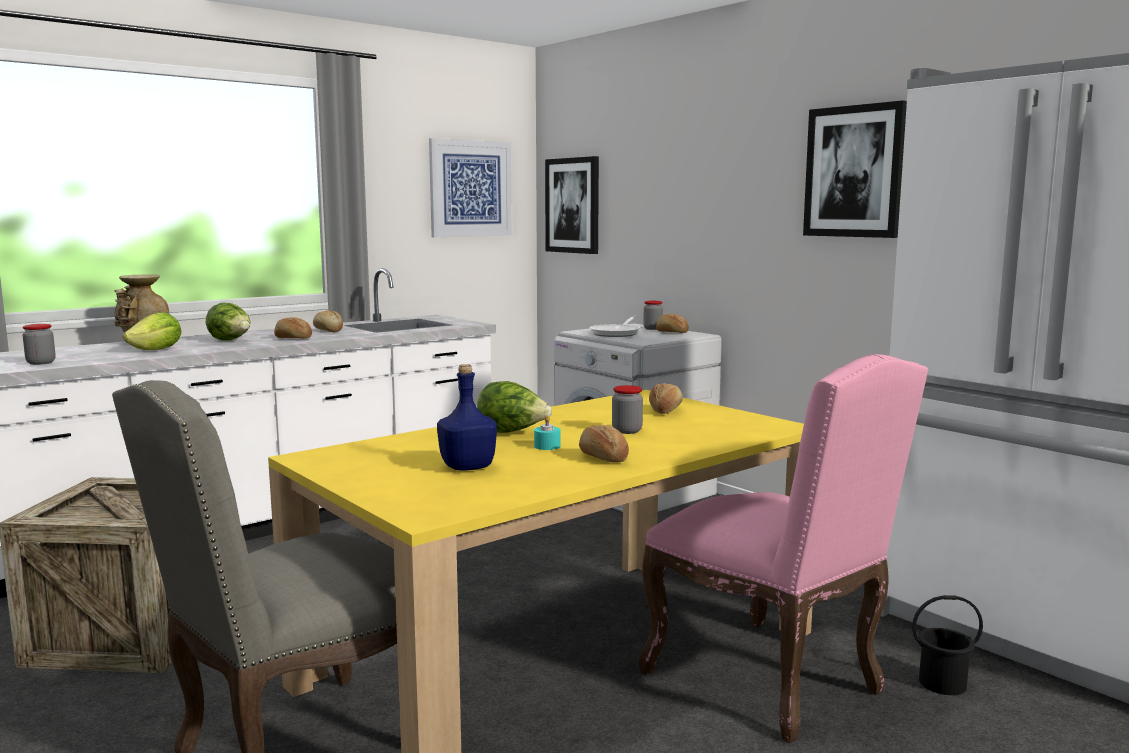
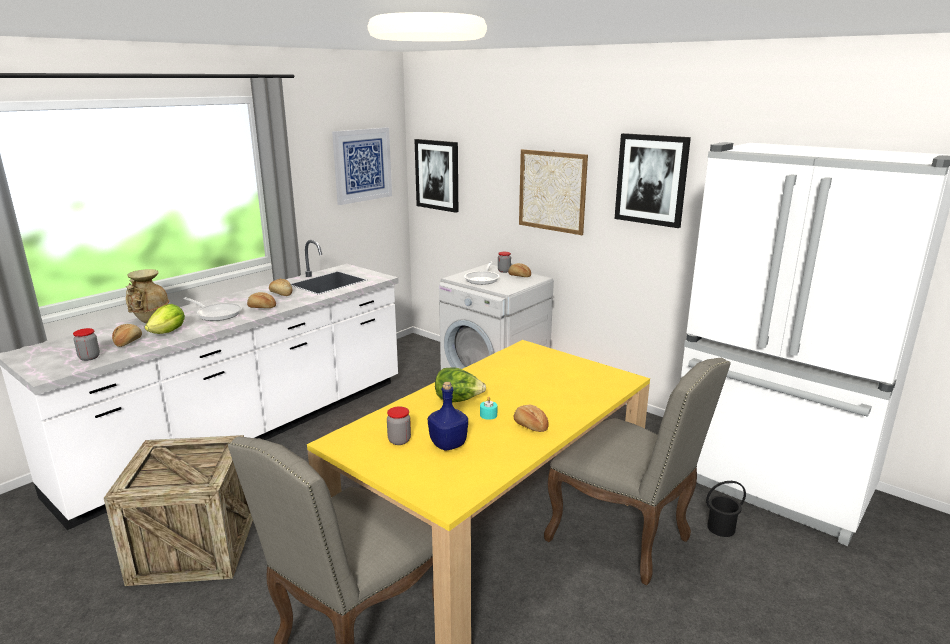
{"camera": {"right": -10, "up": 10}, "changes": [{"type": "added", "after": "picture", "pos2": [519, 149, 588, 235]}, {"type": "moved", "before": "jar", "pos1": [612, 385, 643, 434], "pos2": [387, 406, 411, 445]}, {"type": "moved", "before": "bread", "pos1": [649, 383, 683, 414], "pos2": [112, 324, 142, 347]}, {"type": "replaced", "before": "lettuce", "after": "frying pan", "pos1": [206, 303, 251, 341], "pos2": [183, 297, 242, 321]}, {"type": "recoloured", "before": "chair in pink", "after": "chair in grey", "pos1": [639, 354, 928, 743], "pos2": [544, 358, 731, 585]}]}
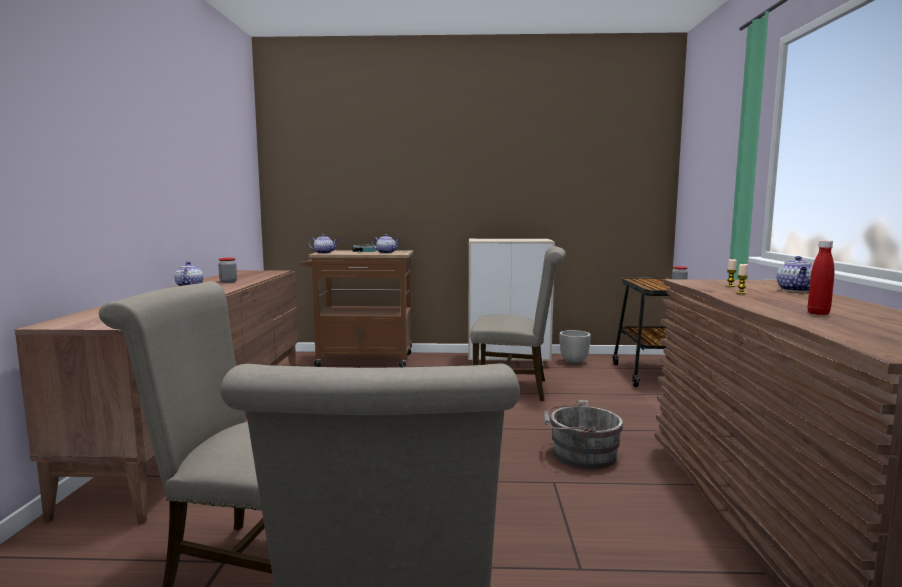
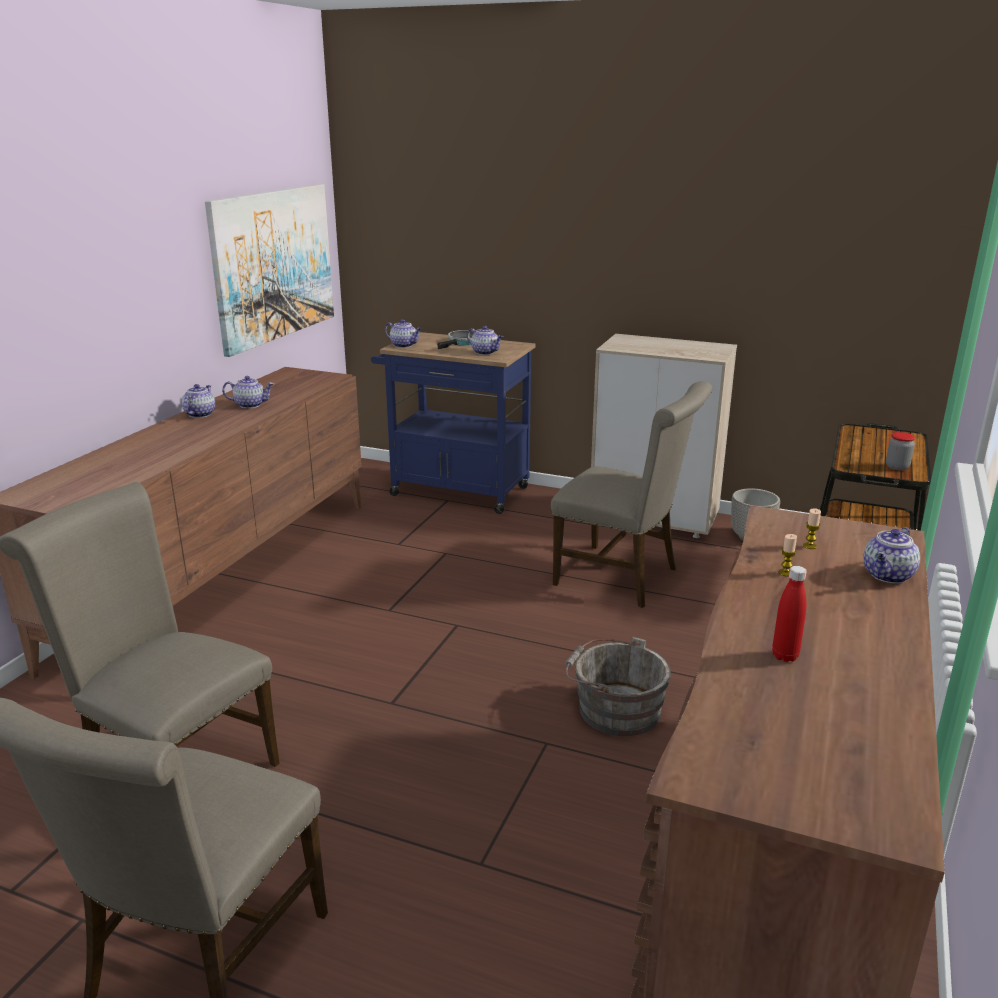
{"camera": {"right": 20, "up": 15}, "changes": [{"type": "added", "after": "picture", "pos2": [205, 184, 334, 357]}, {"type": "replaced", "before": "jar", "after": "teapot", "pos1": [218, 258, 237, 283], "pos2": [222, 376, 274, 408]}, {"type": "recoloured", "before": "cart in brown", "after": "cart in blue", "pos1": [300, 250, 414, 367], "pos2": [371, 332, 536, 514]}]}
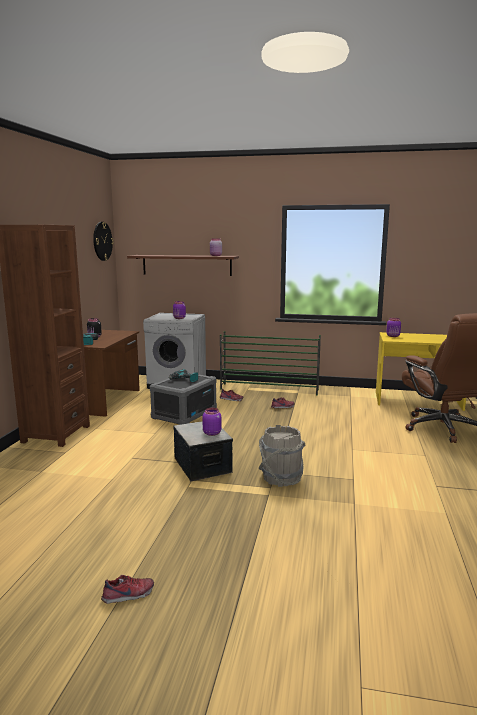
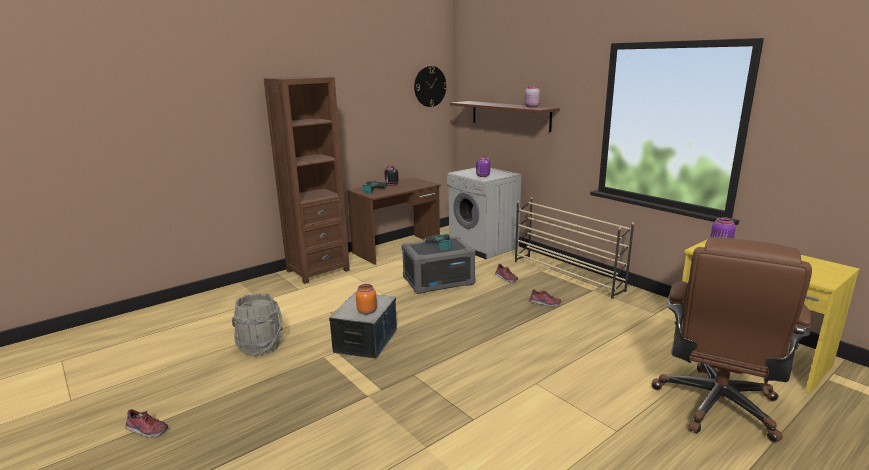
{"camera": {"right": 40, "up": 5}, "changes": [{"type": "moved", "before": "bucket in grey", "pos1": [259, 425, 305, 487], "pos2": [232, 293, 283, 356]}, {"type": "recoloured", "before": "jar in purple", "after": "jar in orange", "pos1": [202, 408, 221, 436], "pos2": [356, 284, 377, 315]}, {"type": "recoloured", "before": "shoe rack in green", "after": "shoe rack in beige", "pos1": [220, 331, 321, 395], "pos2": [515, 197, 634, 300]}]}
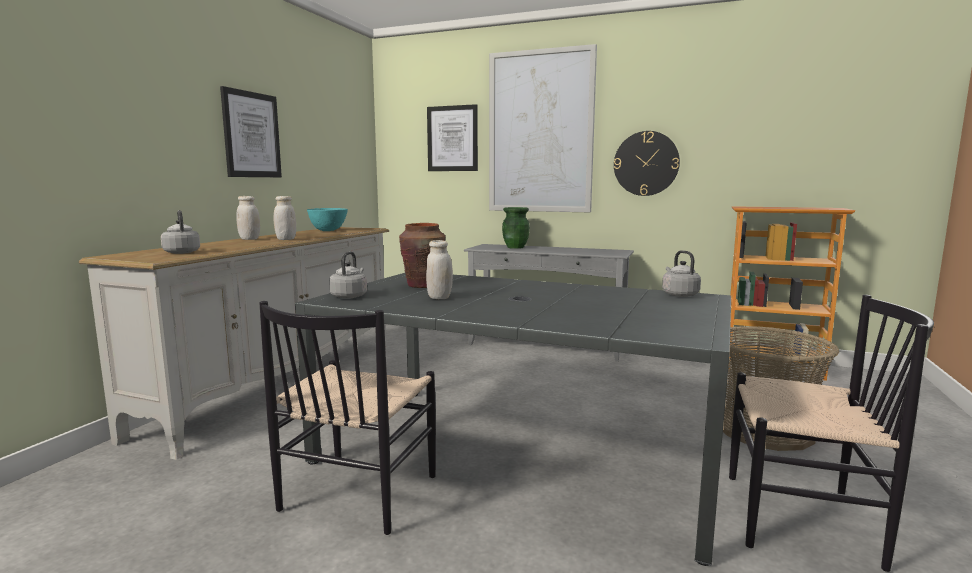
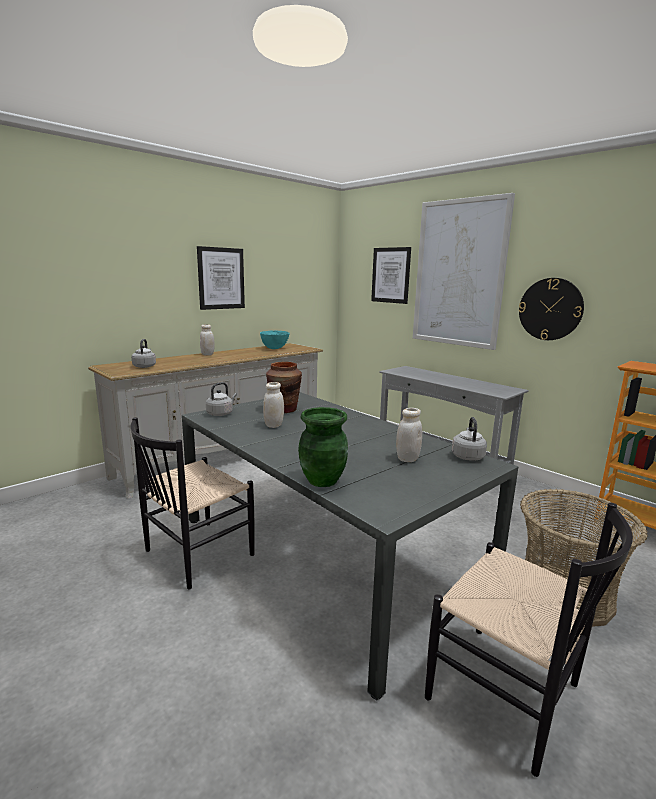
{"camera": {"right": 25, "up": 5}, "changes": [{"type": "moved", "before": "jar in white", "pos1": [274, 196, 296, 240], "pos2": [396, 408, 422, 462]}, {"type": "moved", "before": "vase in green", "pos1": [502, 207, 530, 249], "pos2": [298, 407, 348, 487]}]}
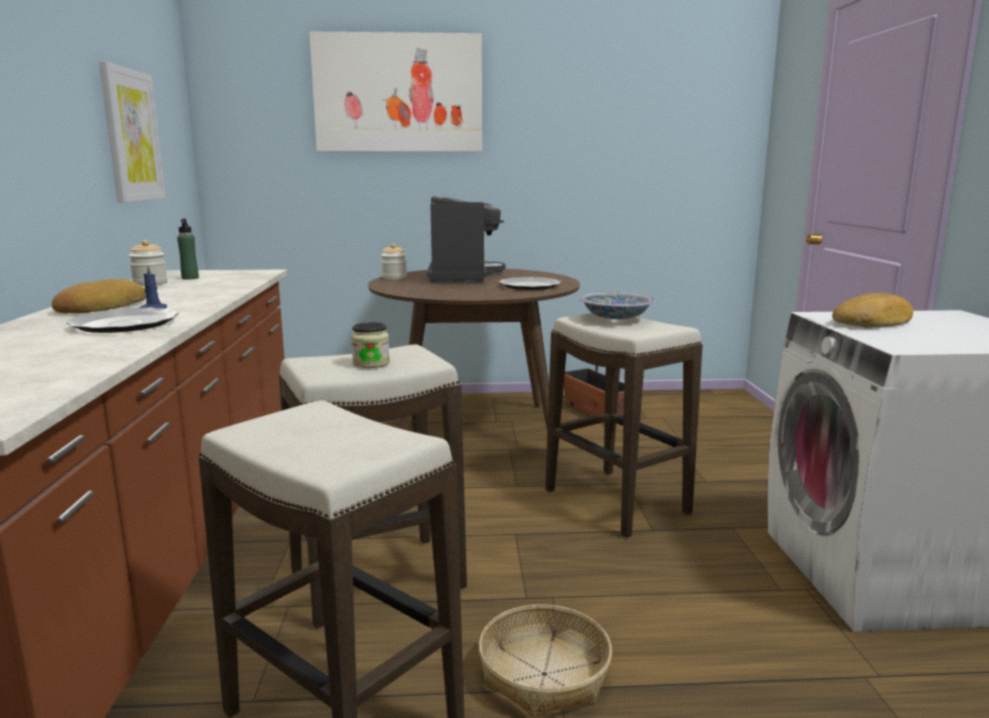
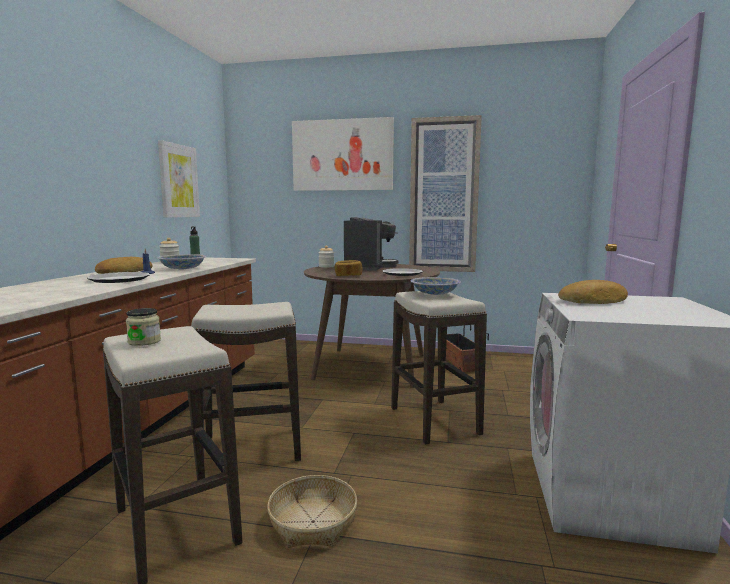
{"camera": {"right": 15, "up": -5}, "changes": [{"type": "added", "after": "bowl", "pos2": [157, 254, 207, 270]}, {"type": "added", "after": "bread", "pos2": [335, 260, 363, 276]}, {"type": "added", "after": "picture", "pos2": [409, 115, 482, 272]}, {"type": "moved", "before": "jar", "pos1": [351, 322, 390, 368], "pos2": [126, 308, 161, 346]}]}
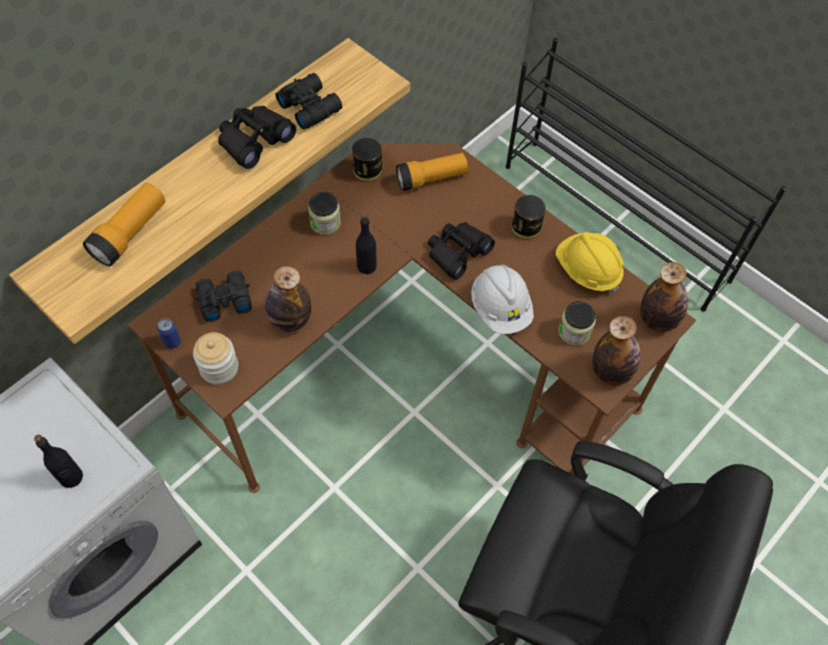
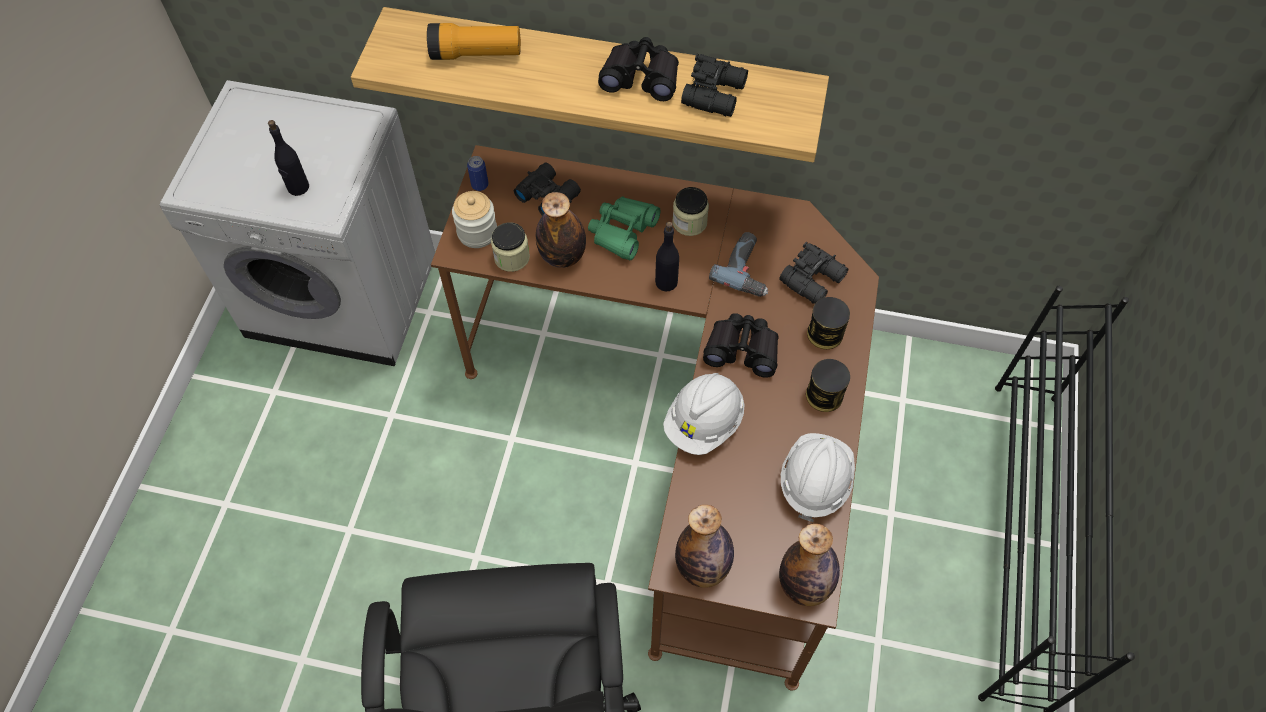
{"camera": {"right": 60, "up": 0}, "changes": [{"type": "added", "after": "binoculars in green", "pos2": [588, 196, 661, 260]}, {"type": "added", "after": "power drill", "pos2": [709, 232, 769, 297]}, {"type": "moved", "before": "can", "pos1": [352, 138, 382, 182], "pos2": [807, 297, 850, 349]}, {"type": "moved", "before": "jar", "pos1": [558, 301, 596, 345], "pos2": [491, 222, 530, 272]}, {"type": "replaced", "before": "flashlight", "after": "binoculars in black", "pos1": [396, 153, 468, 191], "pos2": [779, 242, 848, 304]}, {"type": "recoloured", "before": "hard hat in yellow", "after": "hard hat in white", "pos1": [556, 232, 624, 294], "pos2": [781, 433, 855, 522]}]}
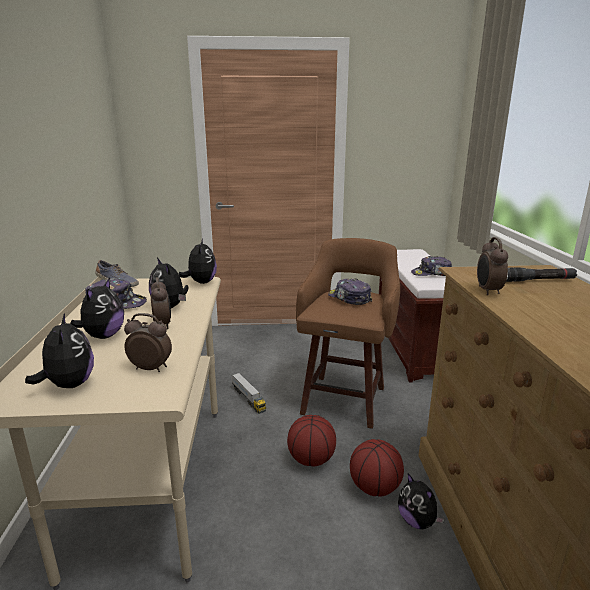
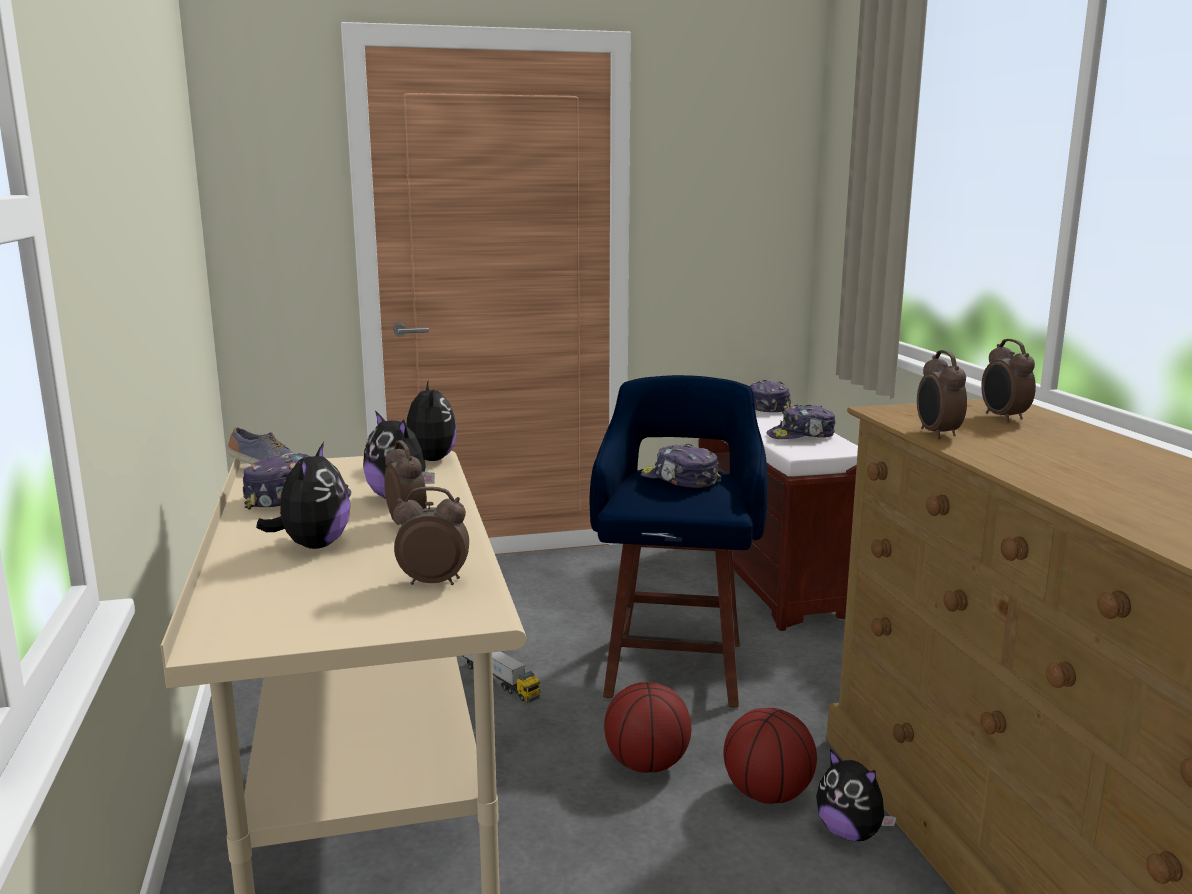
{"camera": {"right": -10, "up": -5}, "changes": [{"type": "removed", "before": "plush toy", "pos1": [25, 313, 94, 388]}, {"type": "added", "after": "cap", "pos2": [749, 380, 791, 412]}, {"type": "replaced", "before": "flashlight in black", "after": "alarm clock", "pos1": [506, 267, 577, 282], "pos2": [981, 339, 1036, 422]}, {"type": "recoloured", "before": "stool in brown", "after": "stool in blue", "pos1": [296, 238, 400, 429], "pos2": [589, 375, 768, 708]}]}
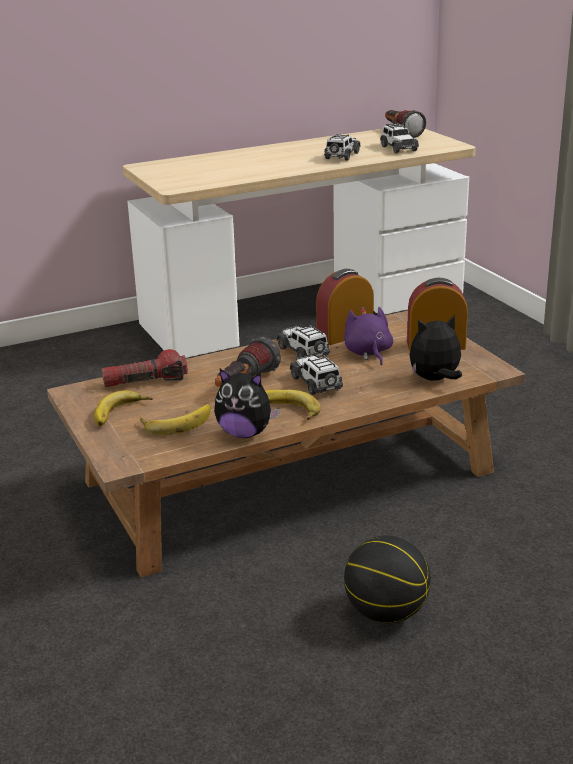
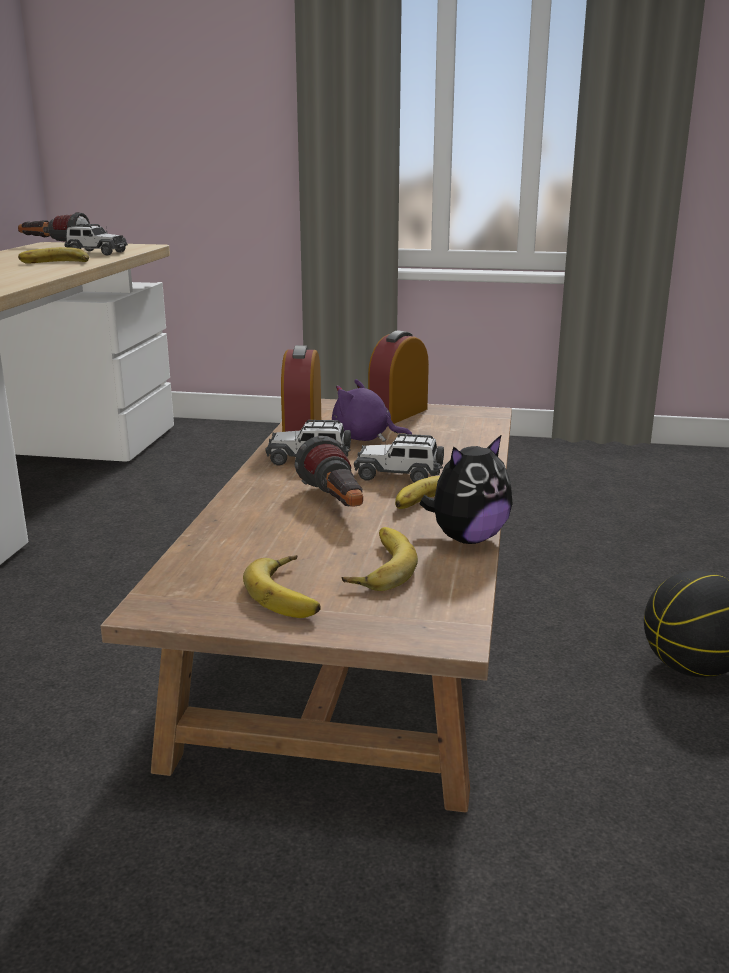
{"camera": {"right": -55, "up": -5}, "changes": [{"type": "removed", "before": "flashlight", "pos1": [102, 349, 188, 387]}, {"type": "removed", "before": "plush toy", "pos1": [410, 315, 462, 381]}, {"type": "replaced", "before": "toy car", "after": "banana", "pos1": [324, 134, 361, 161], "pos2": [18, 247, 89, 264]}]}
